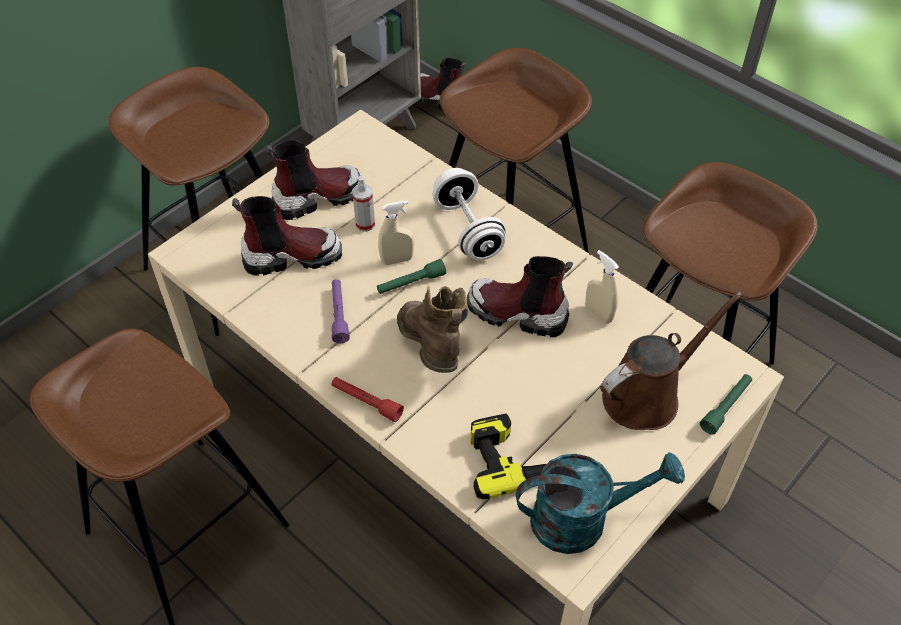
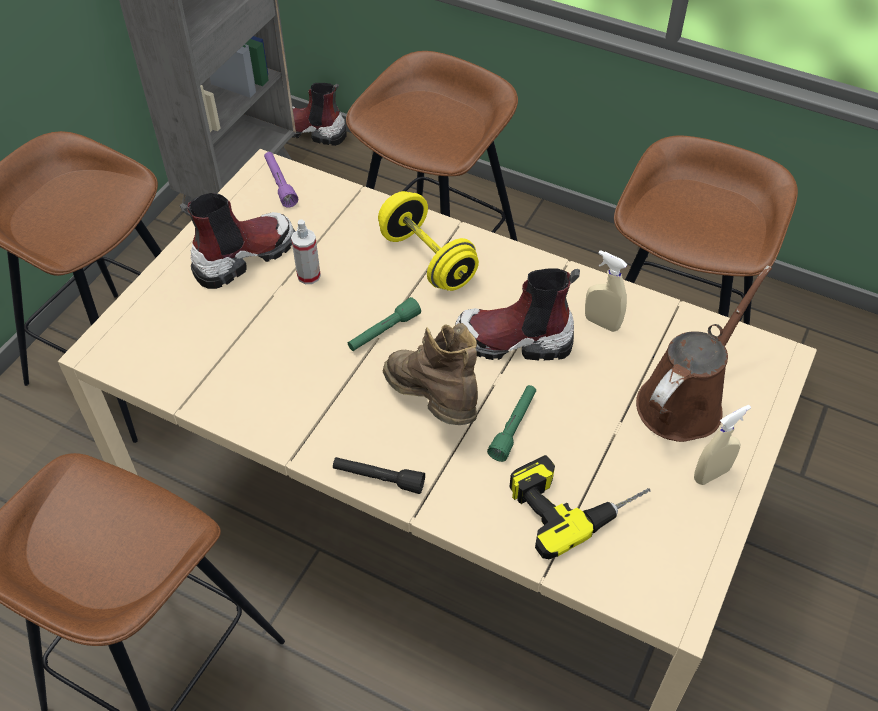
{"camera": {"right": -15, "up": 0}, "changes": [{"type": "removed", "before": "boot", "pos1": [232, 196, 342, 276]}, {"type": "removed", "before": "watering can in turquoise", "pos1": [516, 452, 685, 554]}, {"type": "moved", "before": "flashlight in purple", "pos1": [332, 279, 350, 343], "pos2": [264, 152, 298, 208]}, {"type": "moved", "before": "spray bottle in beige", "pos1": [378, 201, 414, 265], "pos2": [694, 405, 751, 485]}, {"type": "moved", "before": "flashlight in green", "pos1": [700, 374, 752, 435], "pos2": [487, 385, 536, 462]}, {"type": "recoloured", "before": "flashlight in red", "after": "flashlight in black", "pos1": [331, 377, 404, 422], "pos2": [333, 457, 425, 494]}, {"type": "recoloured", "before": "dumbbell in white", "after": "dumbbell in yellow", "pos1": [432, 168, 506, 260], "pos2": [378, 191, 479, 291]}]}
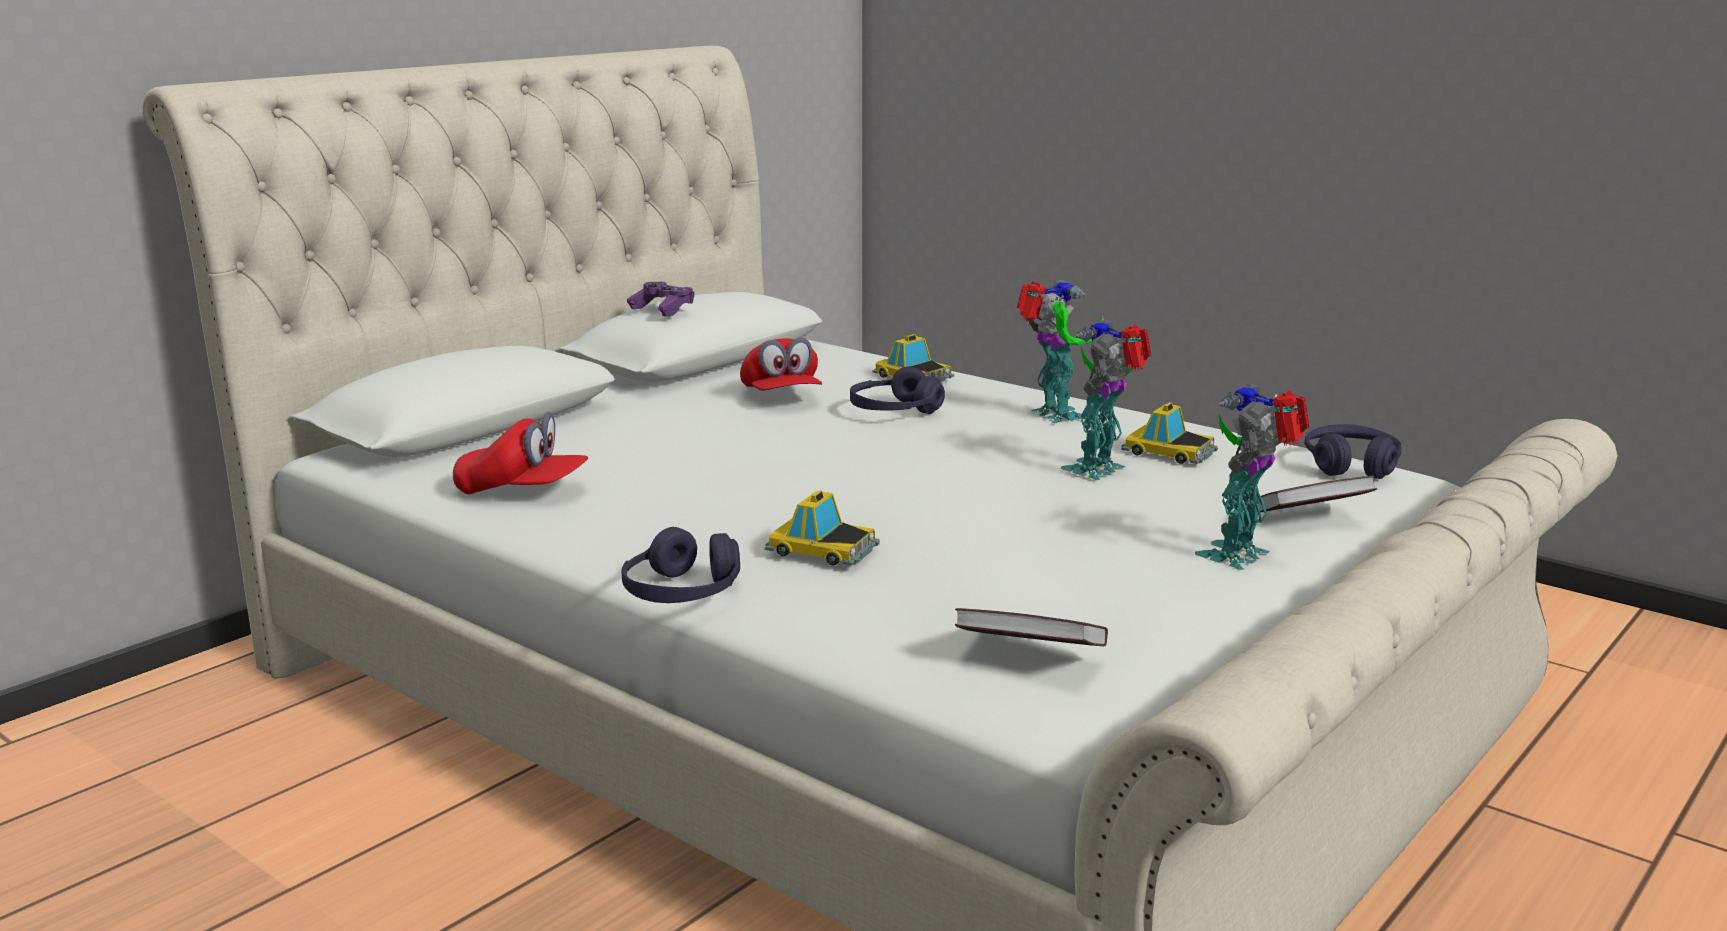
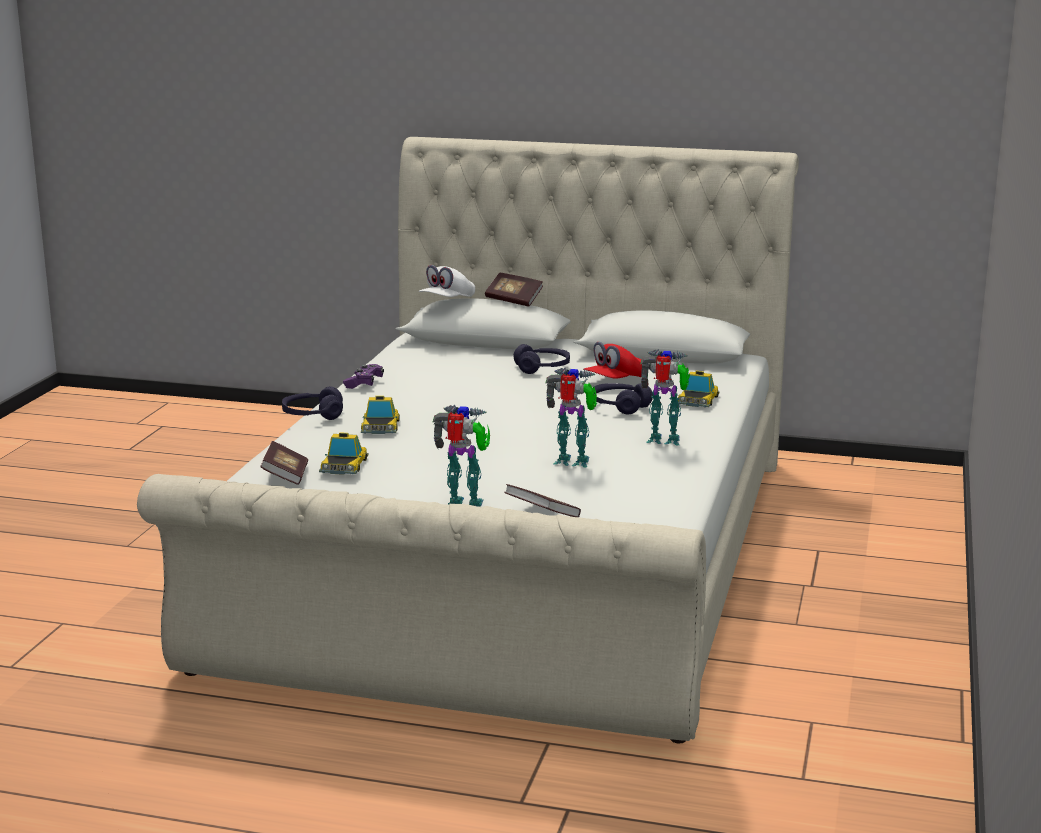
{"camera": {"right": 65, "up": 0}, "changes": [{"type": "removed", "before": "cap in red", "pos1": [453, 412, 588, 495]}, {"type": "added", "after": "cap in white", "pos2": [419, 265, 475, 297]}, {"type": "added", "after": "book", "pos2": [485, 273, 543, 307]}, {"type": "moved", "before": "game controller in purple", "pos1": [627, 282, 694, 317], "pos2": [343, 364, 384, 389]}, {"type": "moved", "before": "toy car", "pos1": [1121, 402, 1218, 464], "pos2": [319, 432, 369, 475]}, {"type": "moved", "before": "headphones in purple", "pos1": [1304, 424, 1402, 479], "pos2": [513, 344, 570, 374]}, {"type": "turned", "before": "toy robot", "pos1": [1017, 280, 1104, 423], "pos2": [640, 349, 690, 445], "turn": -120}]}
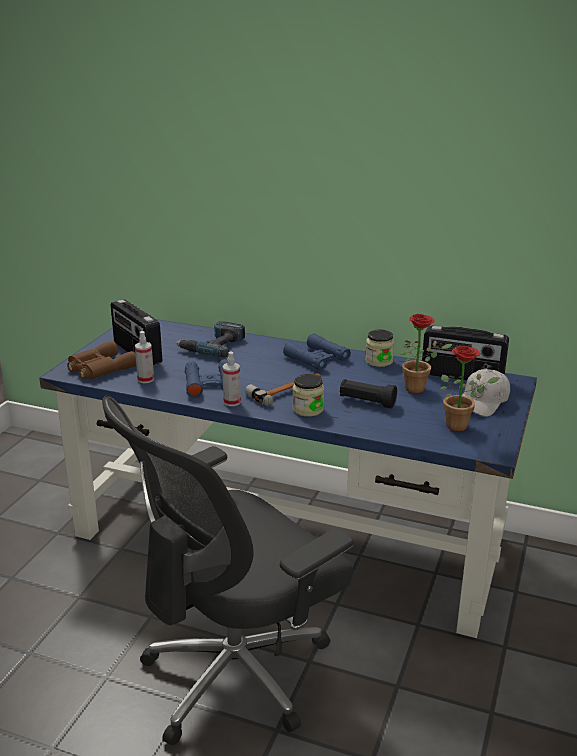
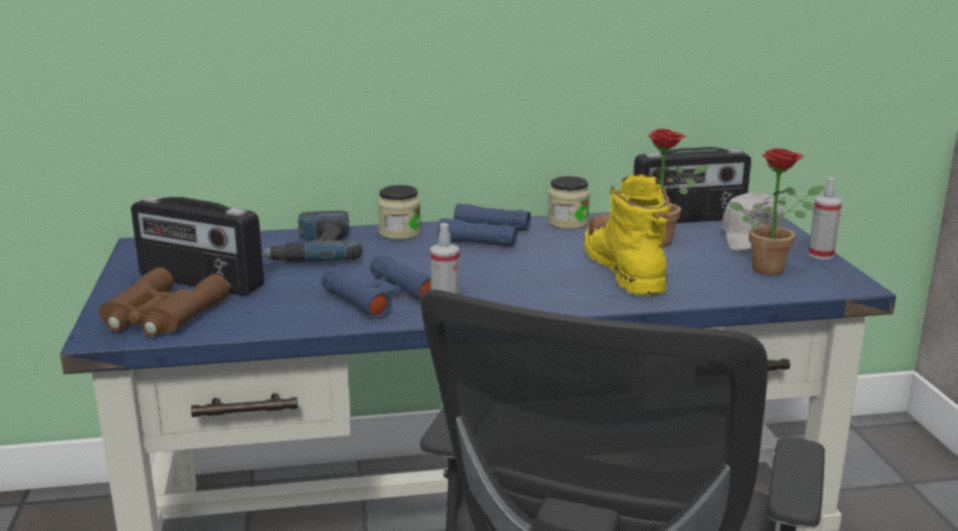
{"camera": {"right": -30, "up": -5}, "changes": [{"type": "removed", "before": "hammer", "pos1": [245, 373, 321, 406]}, {"type": "moved", "before": "spray bottle", "pos1": [135, 331, 154, 383], "pos2": [808, 178, 842, 260]}, {"type": "moved", "before": "jar", "pos1": [292, 374, 324, 417], "pos2": [378, 185, 421, 240]}, {"type": "replaced", "before": "flashlight in black", "after": "boot in yellow", "pos1": [340, 379, 397, 408], "pos2": [584, 174, 671, 296]}]}
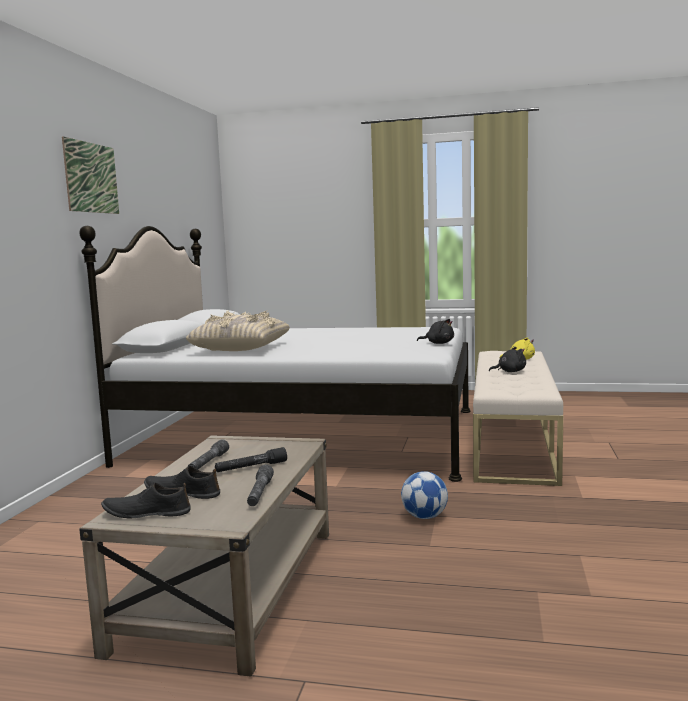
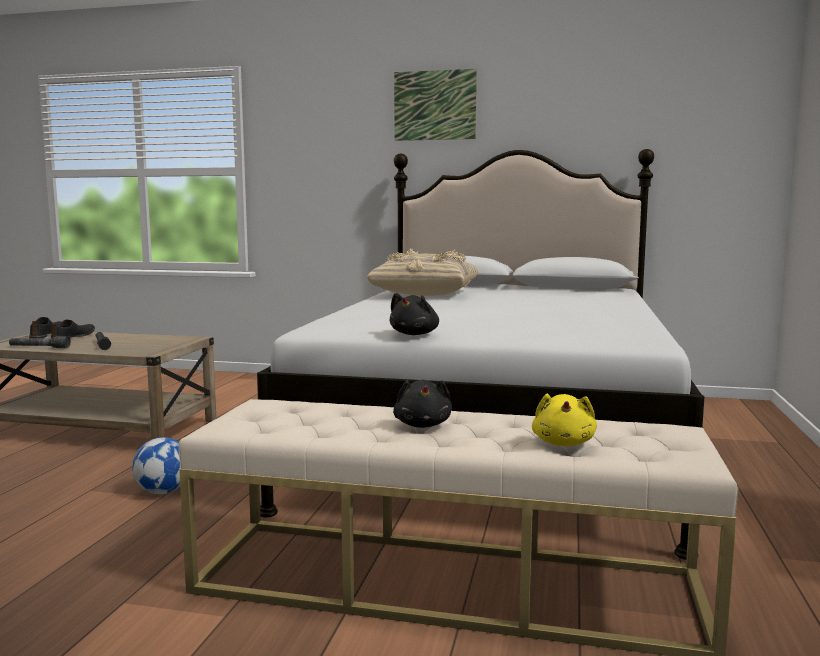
{"camera": {"right": 90, "up": 0}, "changes": [{"type": "removed", "before": "flashlight in grey", "pos1": [188, 439, 229, 469]}]}
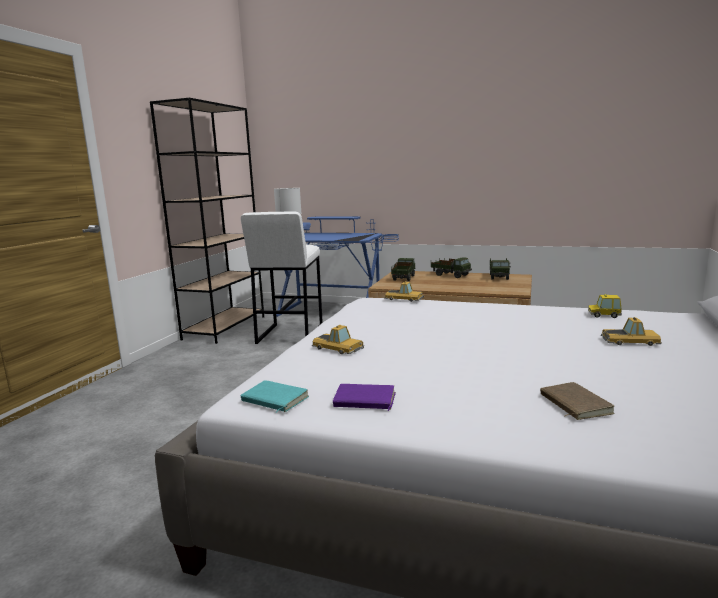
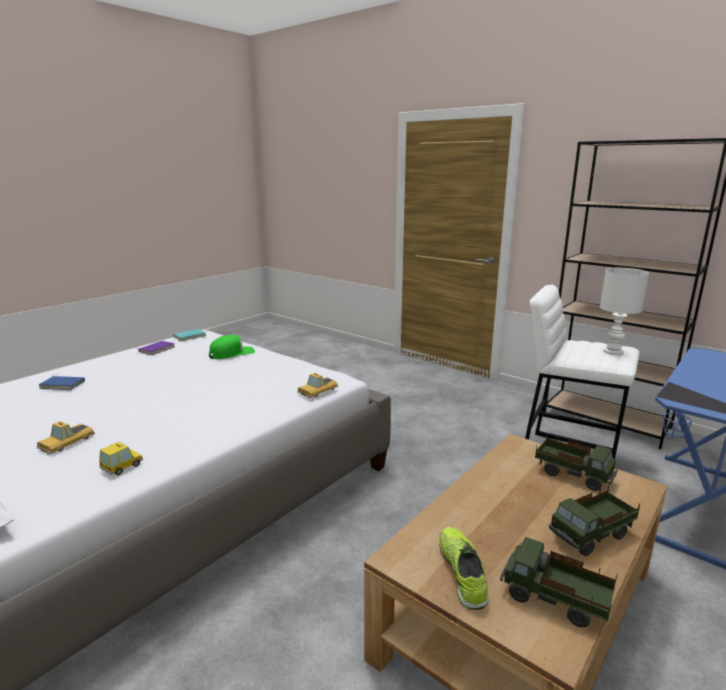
{"camera": {"right": 110, "up": 5}, "changes": [{"type": "added", "after": "shoe", "pos2": [439, 527, 488, 610]}, {"type": "replaced", "before": "toy car", "after": "cap in green", "pos1": [312, 325, 364, 354], "pos2": [209, 335, 255, 359]}, {"type": "recoloured", "before": "book in brown", "after": "book in blue", "pos1": [540, 382, 615, 420], "pos2": [39, 374, 85, 390]}]}
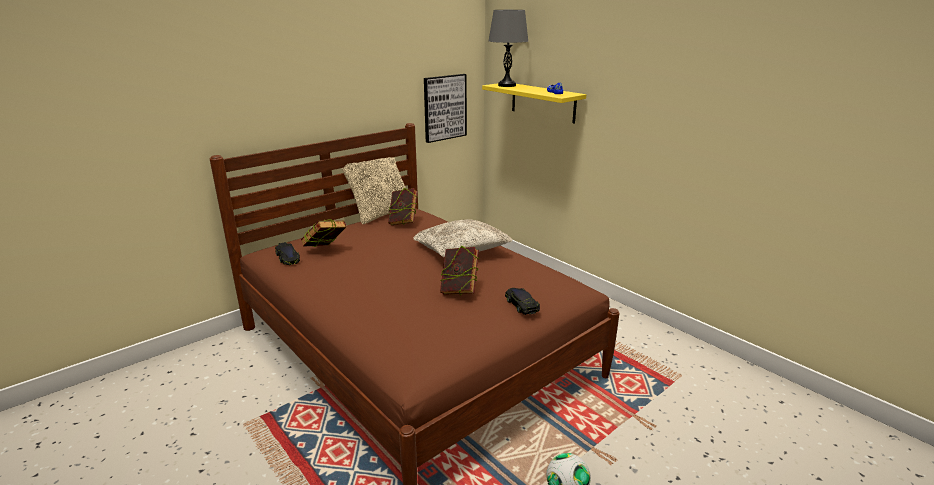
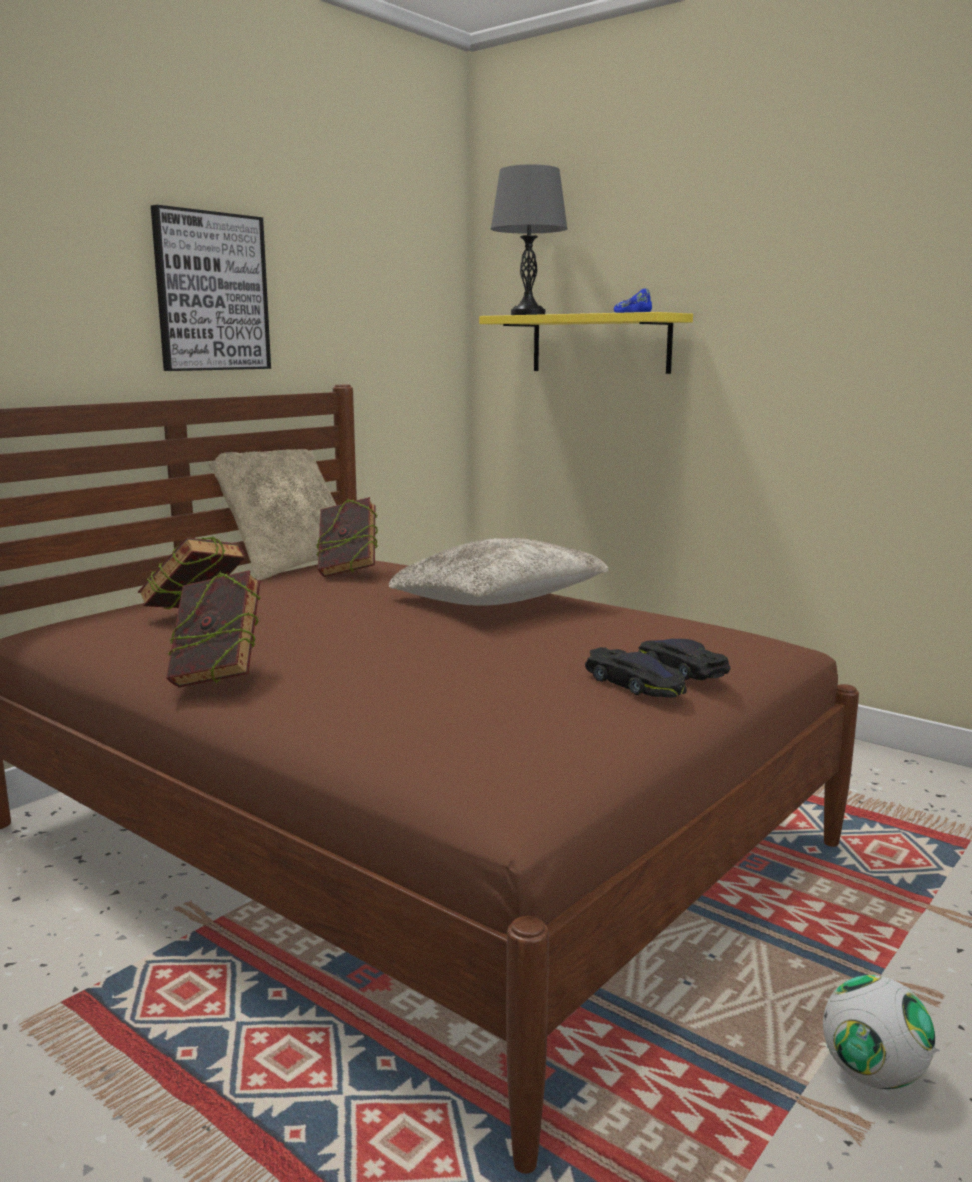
{"camera": {"right": -10, "up": -10}, "changes": [{"type": "moved", "before": "toy car in black", "pos1": [275, 242, 300, 265], "pos2": [585, 647, 687, 698]}, {"type": "moved", "before": "picture", "pos1": [424, 74, 467, 143], "pos2": [151, 205, 271, 371]}, {"type": "moved", "before": "book", "pos1": [440, 246, 479, 296], "pos2": [166, 570, 261, 687]}]}
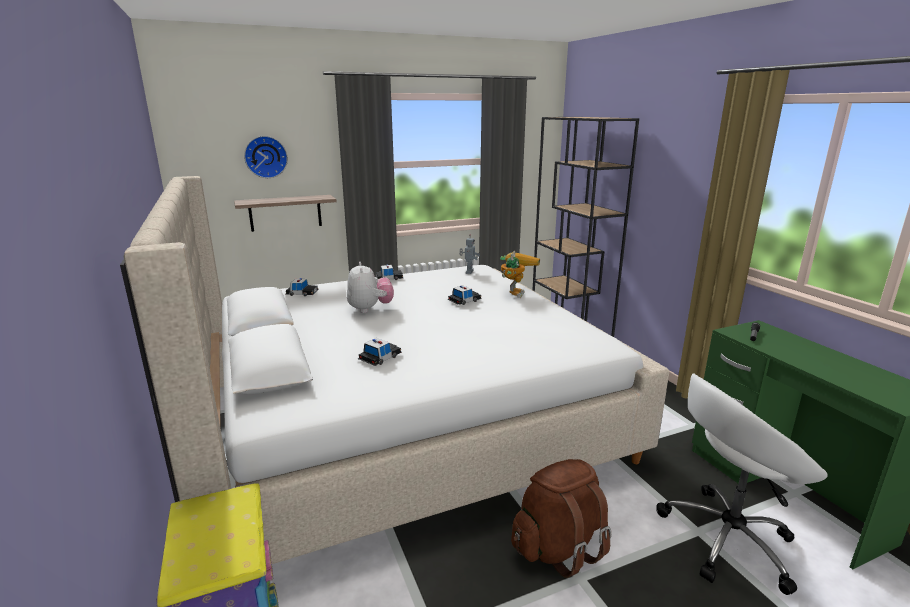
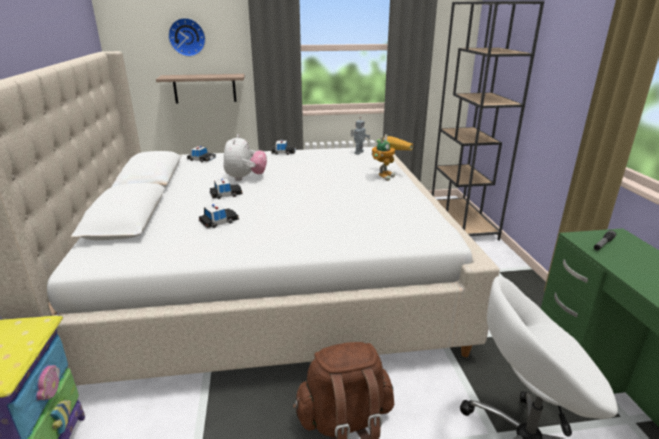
{"camera": {"right": 15, "up": 5}, "changes": [{"type": "moved", "before": "toy car", "pos1": [447, 285, 482, 305], "pos2": [210, 179, 243, 199]}]}
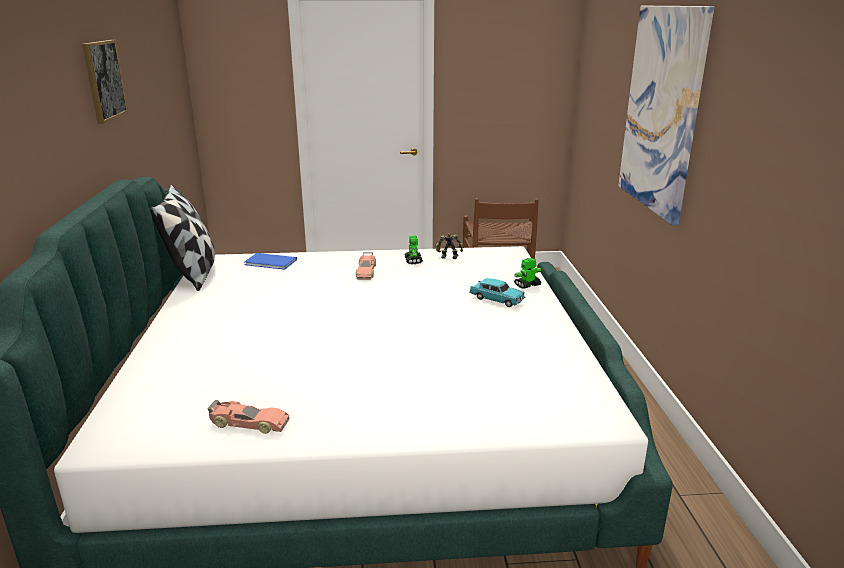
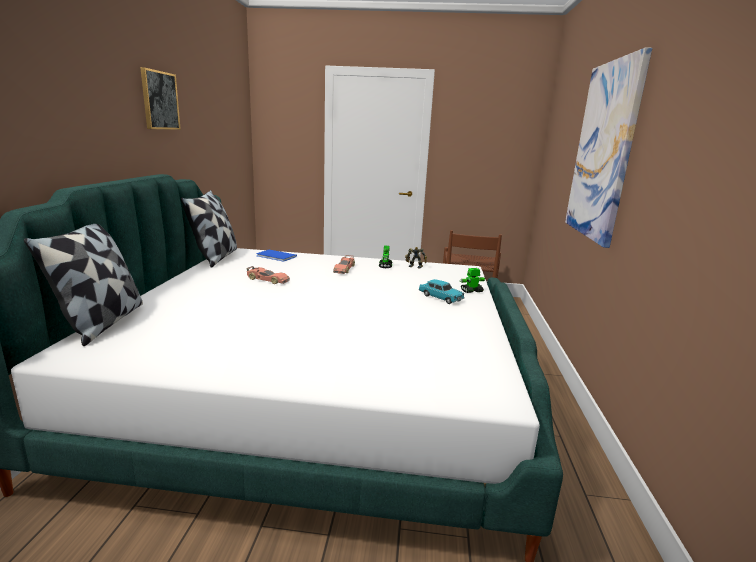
{"camera": {"right": 10, "up": -5}, "changes": [{"type": "added", "after": "pillow", "pos2": [24, 224, 143, 346]}, {"type": "moved", "before": "toy car", "pos1": [208, 400, 289, 434], "pos2": [247, 266, 290, 284]}]}
